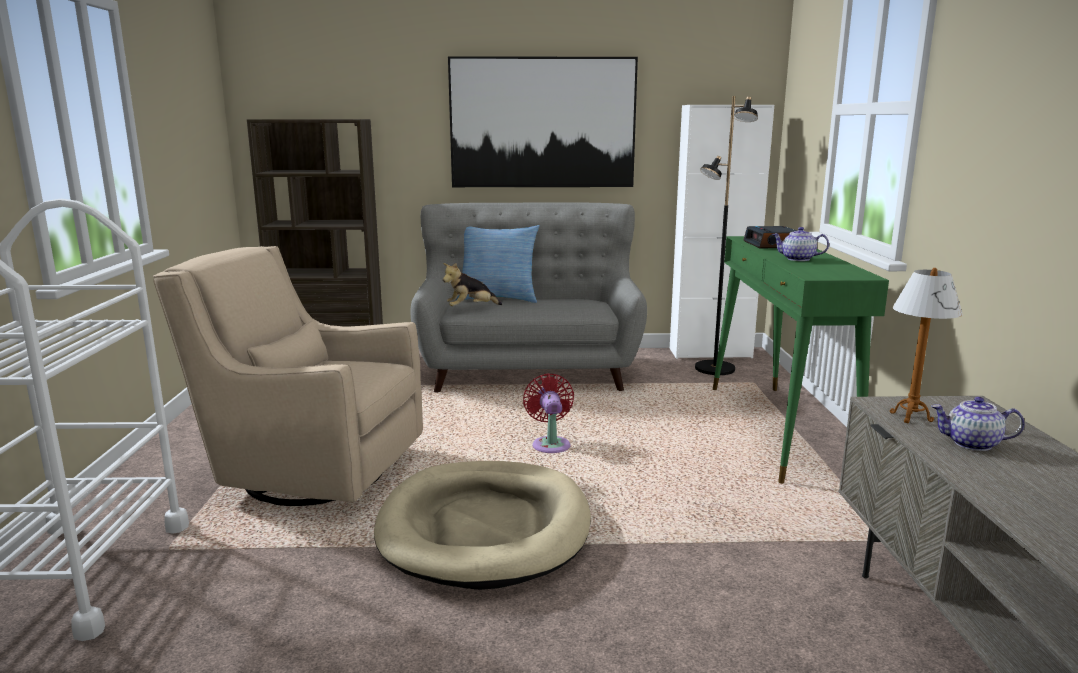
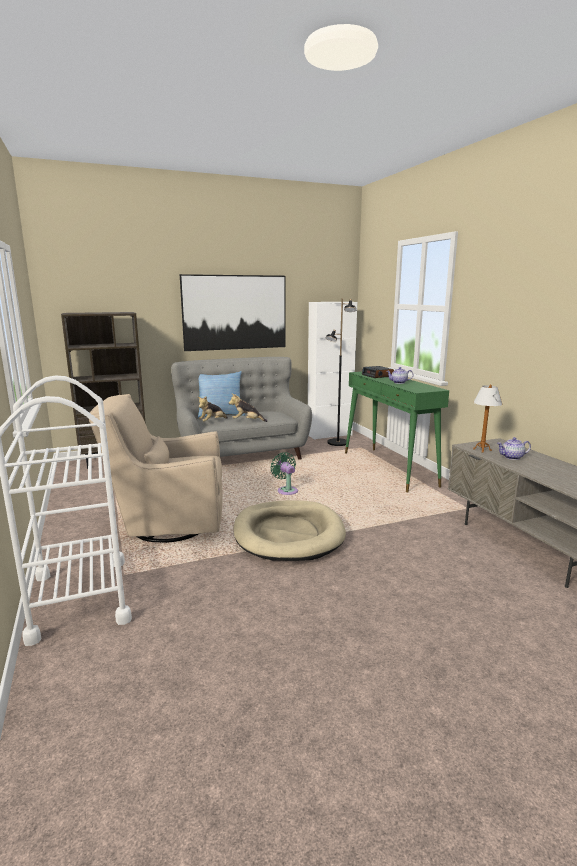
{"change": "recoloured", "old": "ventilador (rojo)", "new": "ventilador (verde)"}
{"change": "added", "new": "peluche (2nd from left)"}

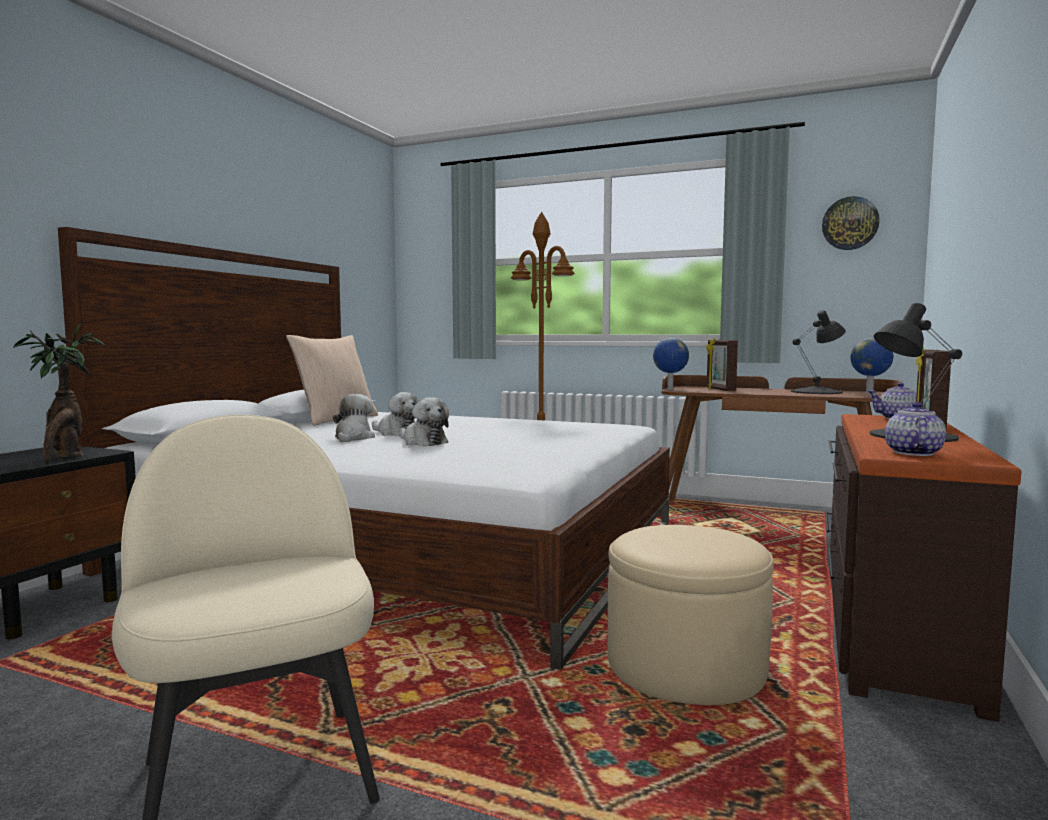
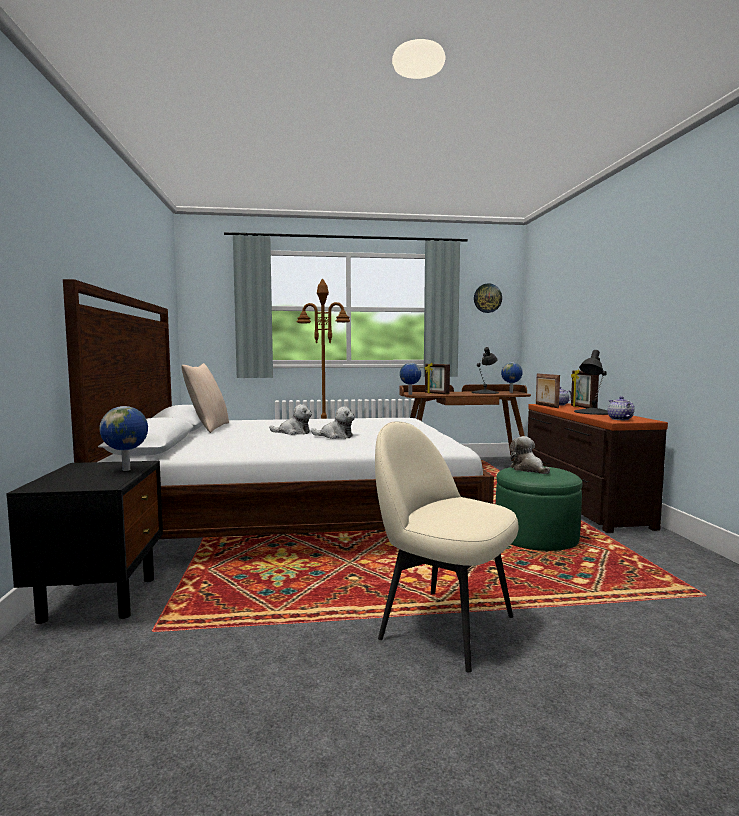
{"change": "replaced", "old": "planta en maceta", "new": "globo terráqueo (1st from left)"}
{"change": "moved", "old": "peluche (1st from left in the first image)", "new": "peluche (3rd from left)"}
{"change": "recoloured", "old": "puf (beis)", "new": "puf (verde)"}
{"change": "added", "new": "portarretratos (2nd from left)"}

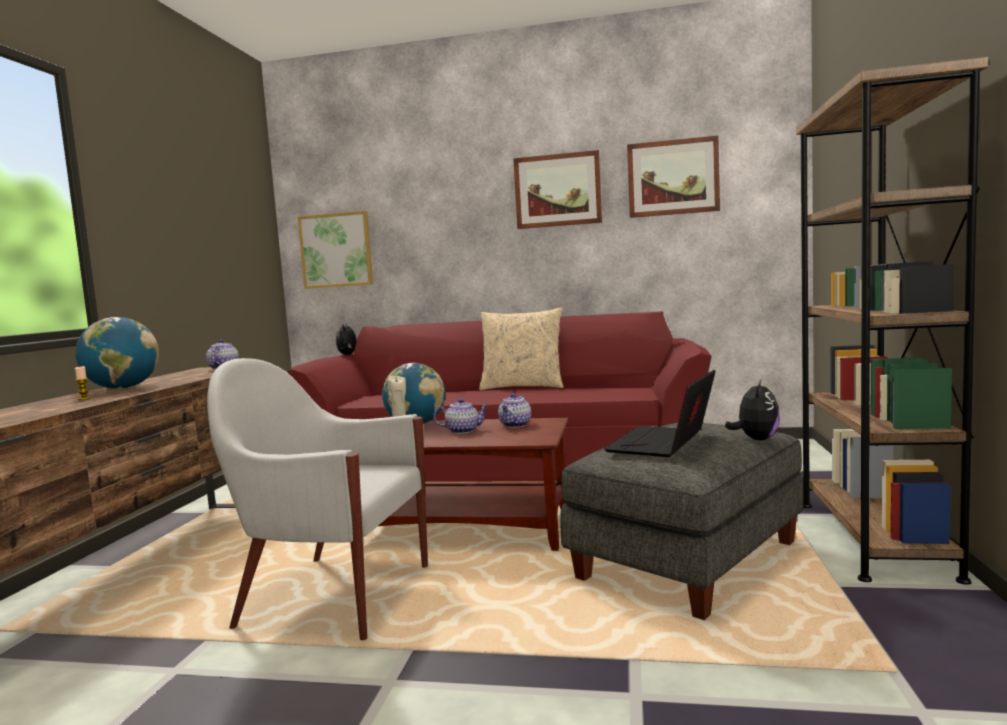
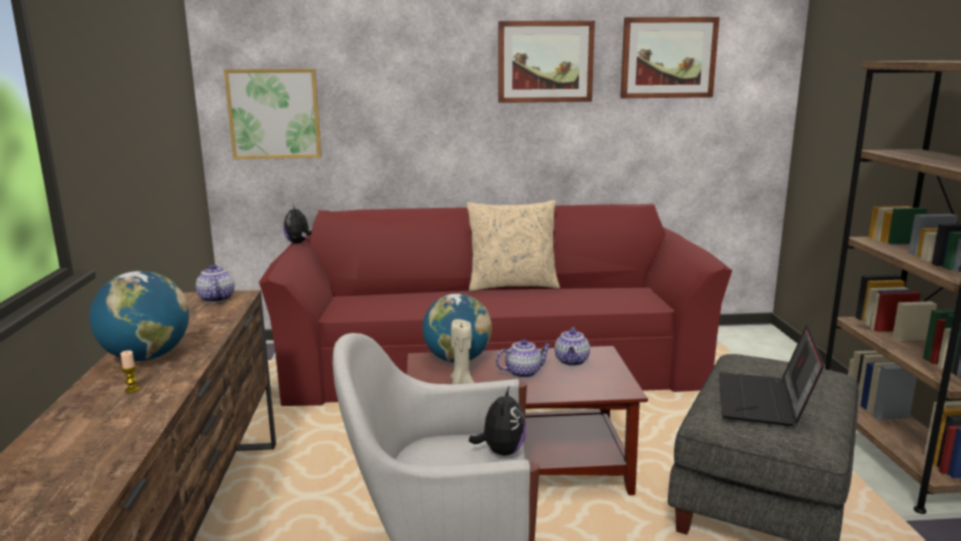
{"change": "moved", "old": "peluche (2nd from left)"}

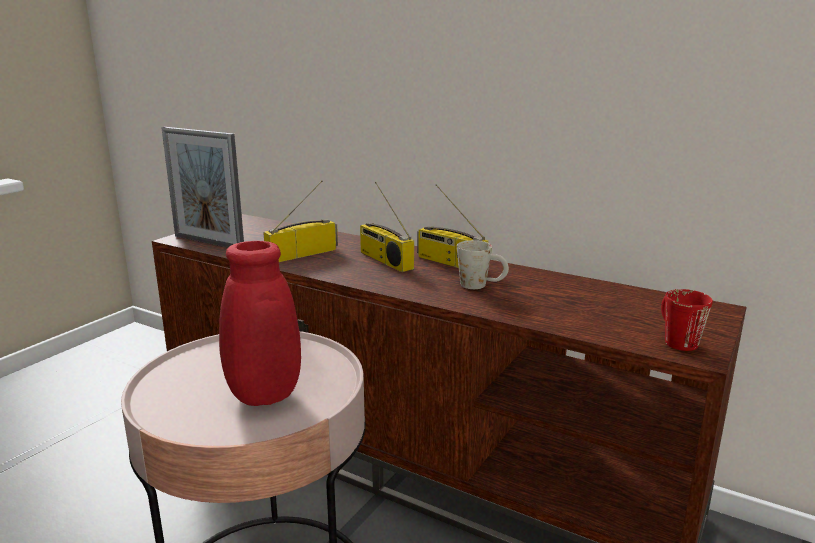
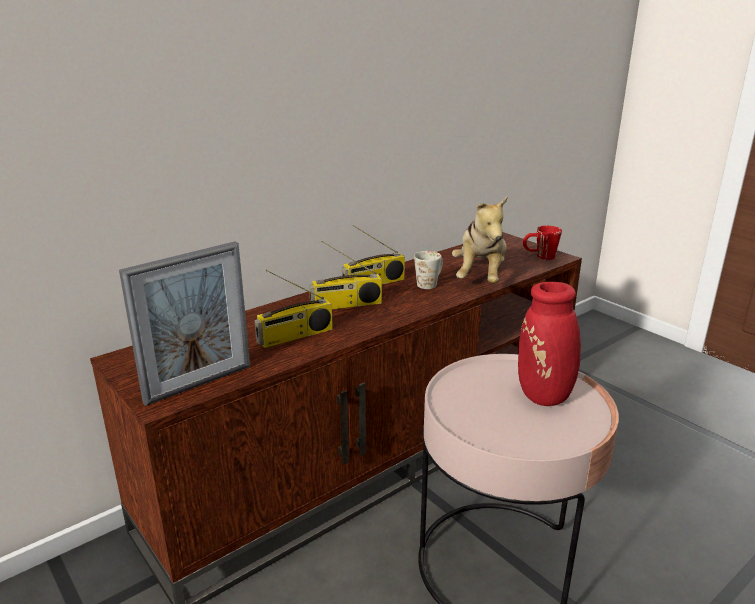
{"change": "turned", "old": "radio (1st from left)", "degrees": -105}
{"change": "added", "new": "peluche"}

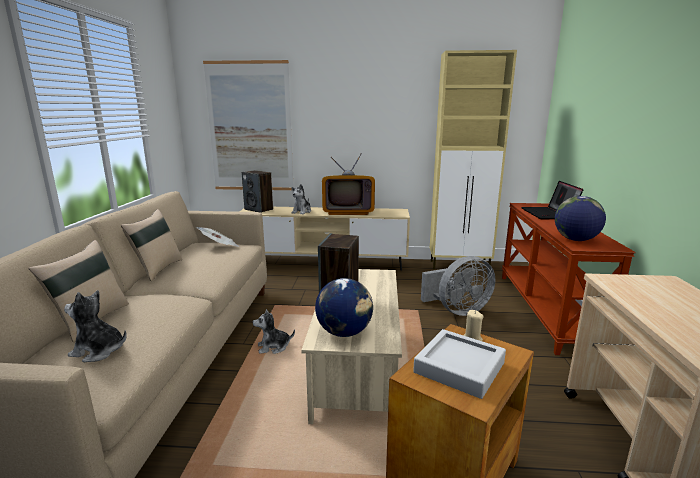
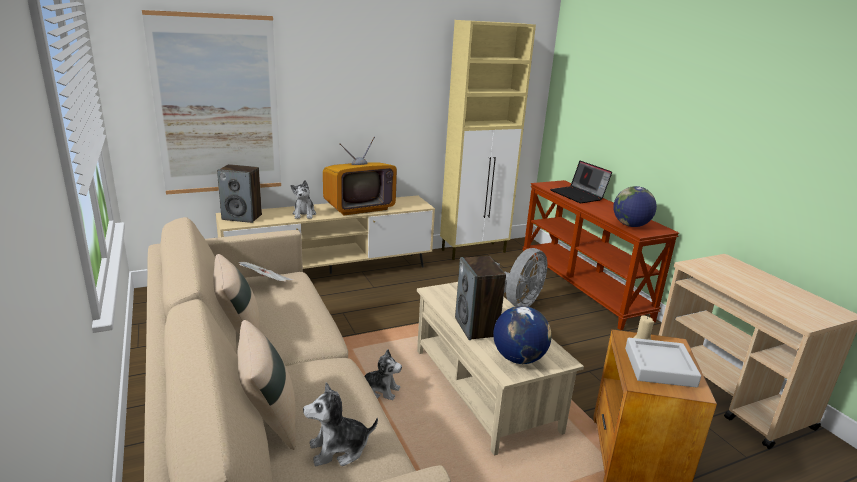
{"change": "turned", "old": "peluche (2nd from left in the first image)", "degrees": -120}

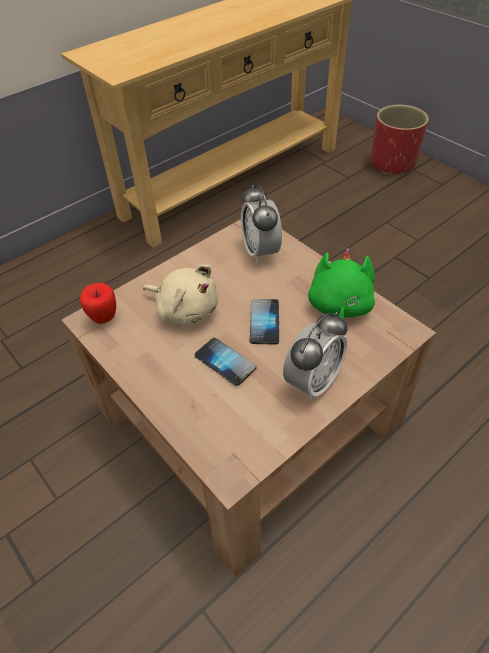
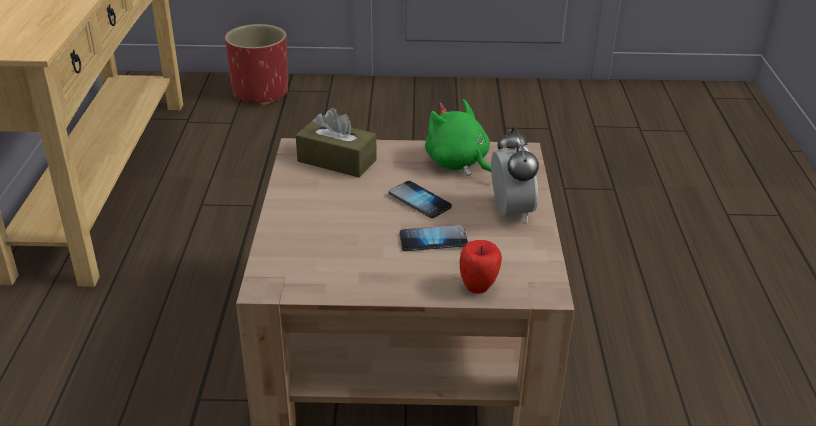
{"change": "moved", "old": "manzana"}
{"change": "removed", "old": "peluche (beis)"}
{"change": "replaced", "old": "despertador (1st from left)", "new": "caja de pañuelos (marrón)"}

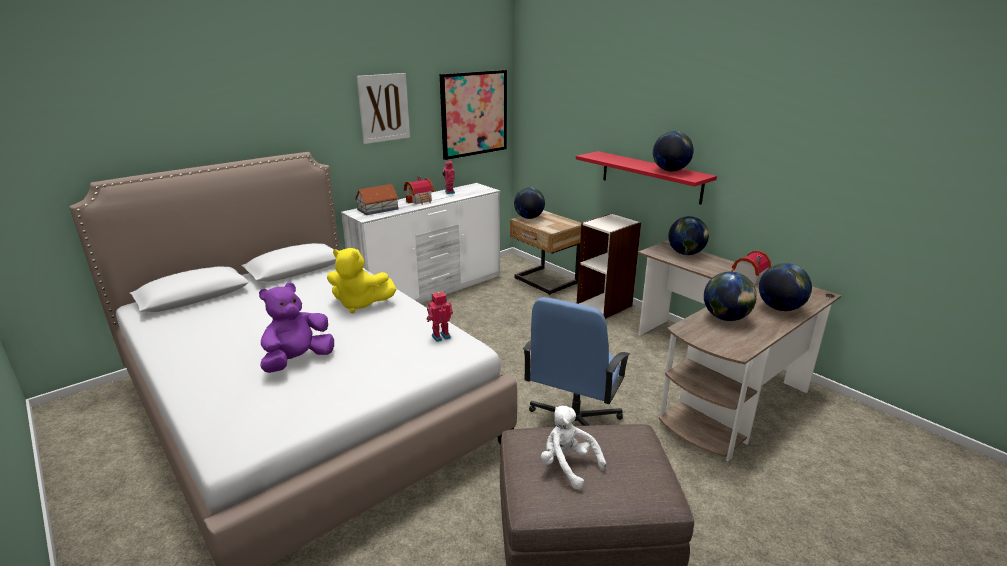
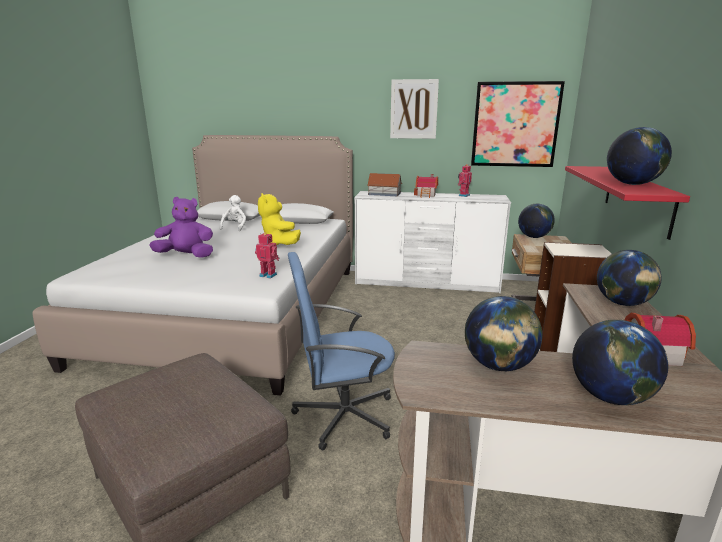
{"change": "moved", "old": "peluche (blanco)"}

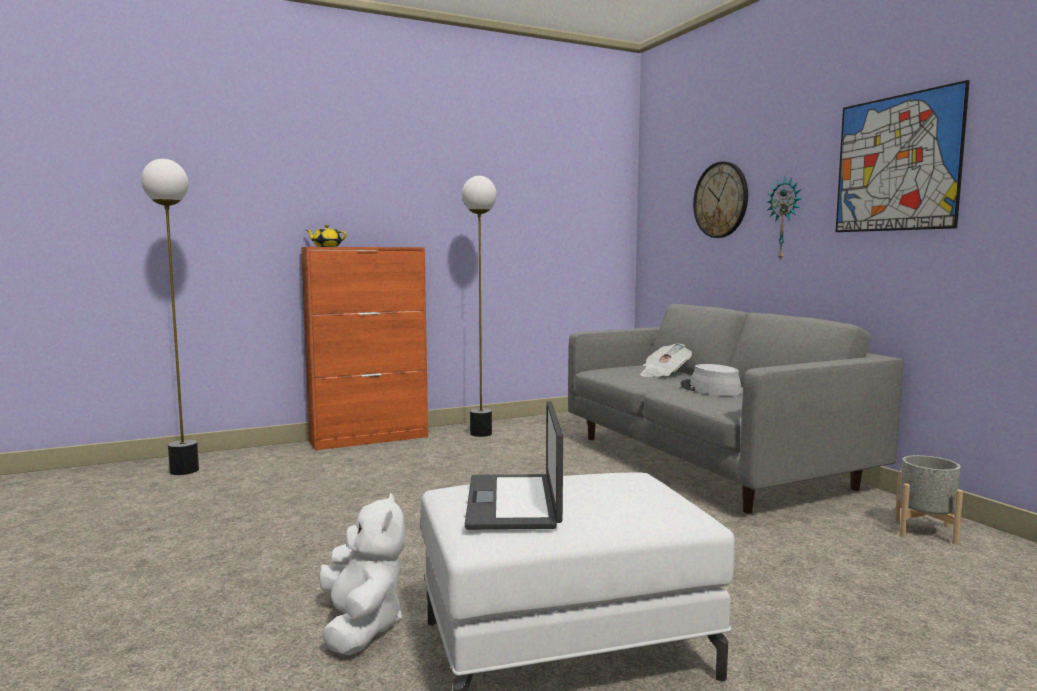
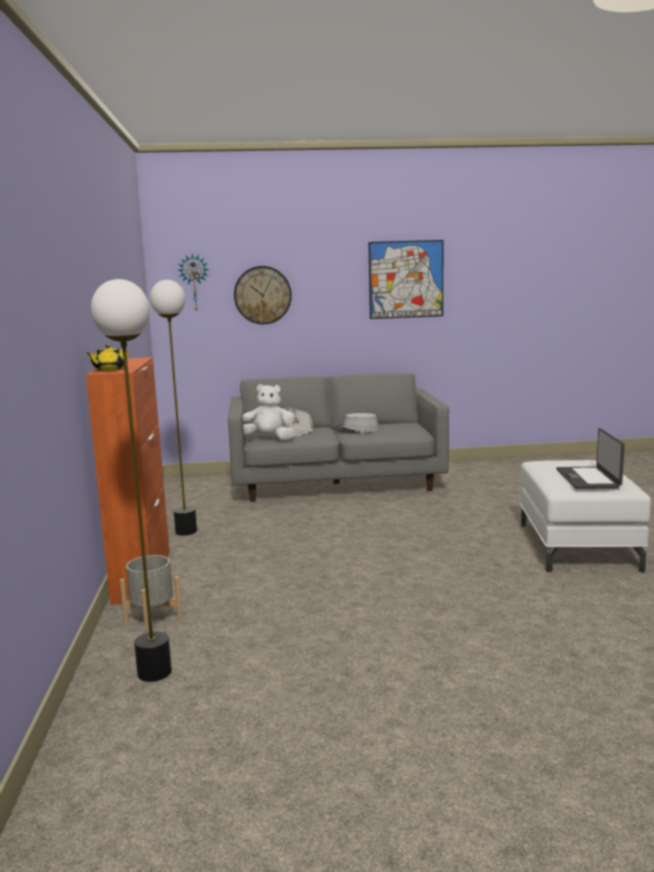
{"change": "moved", "old": "peluche (blanco)"}
{"change": "turned", "old": "portátil", "degrees": 75}
{"change": "moved", "old": "reloj de pared (2nd from left in the first image)", "new": "reloj de pared (1st from left)"}
{"change": "moved", "old": "maceta (gris)"}

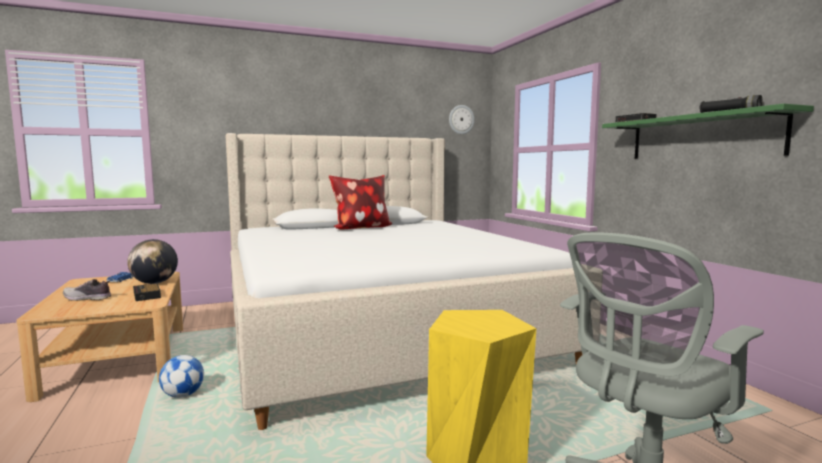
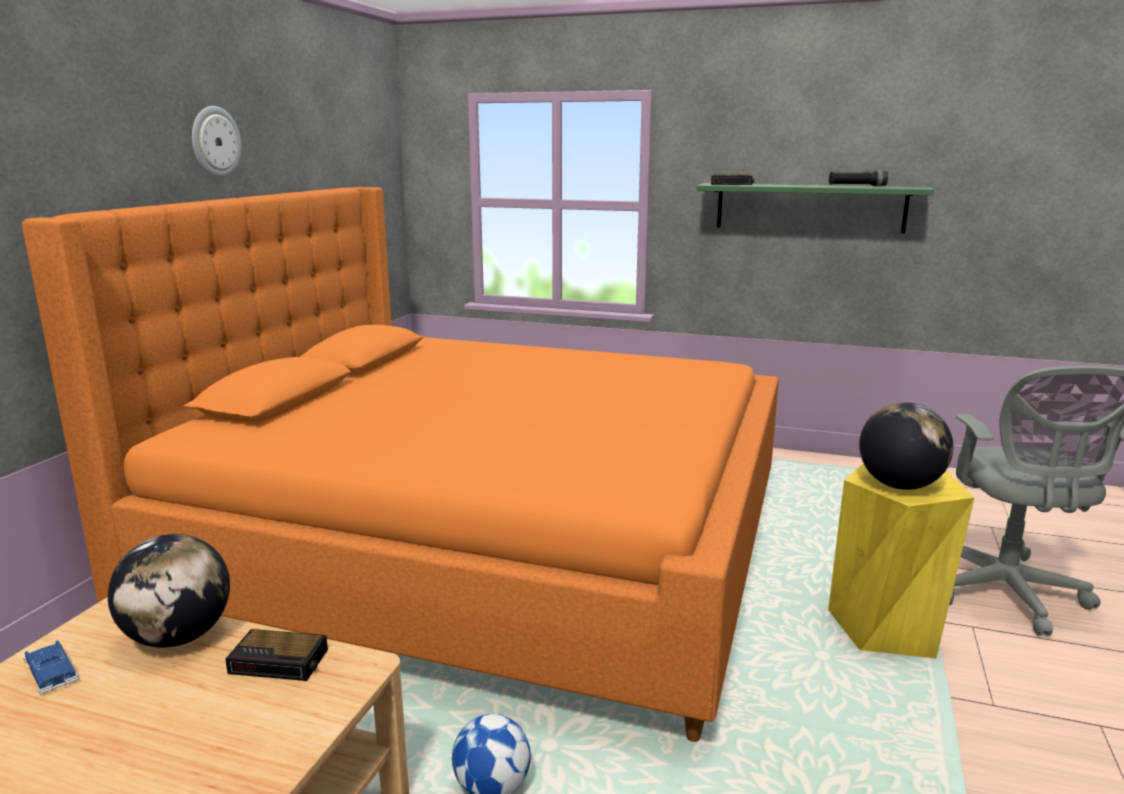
{"change": "removed", "old": "zapato"}
{"change": "recoloured", "old": "cama (beis)", "new": "cama (naranja)"}
{"change": "removed", "old": "cojín"}
{"change": "moved", "old": "reloj de pared"}
{"change": "added", "new": "globo terráqueo (2nd from left)"}

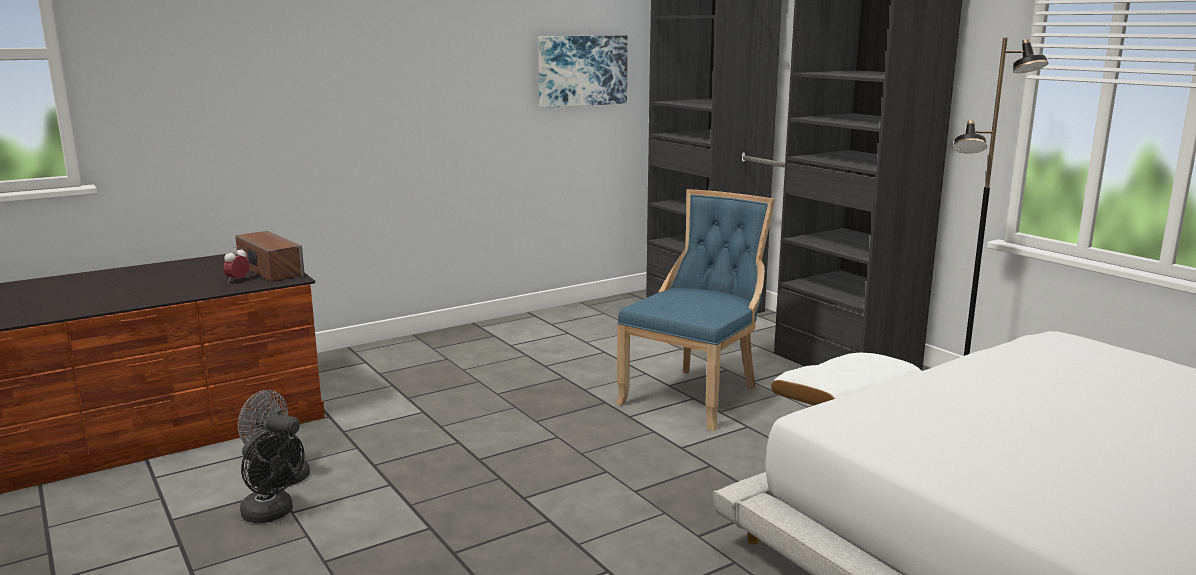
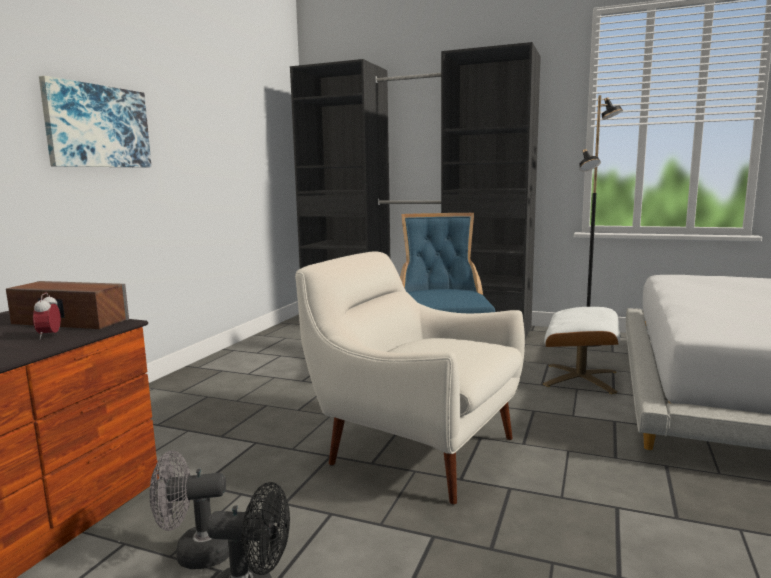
{"change": "moved", "old": "cuadro"}
{"change": "added", "new": "sillón (blanco)"}

